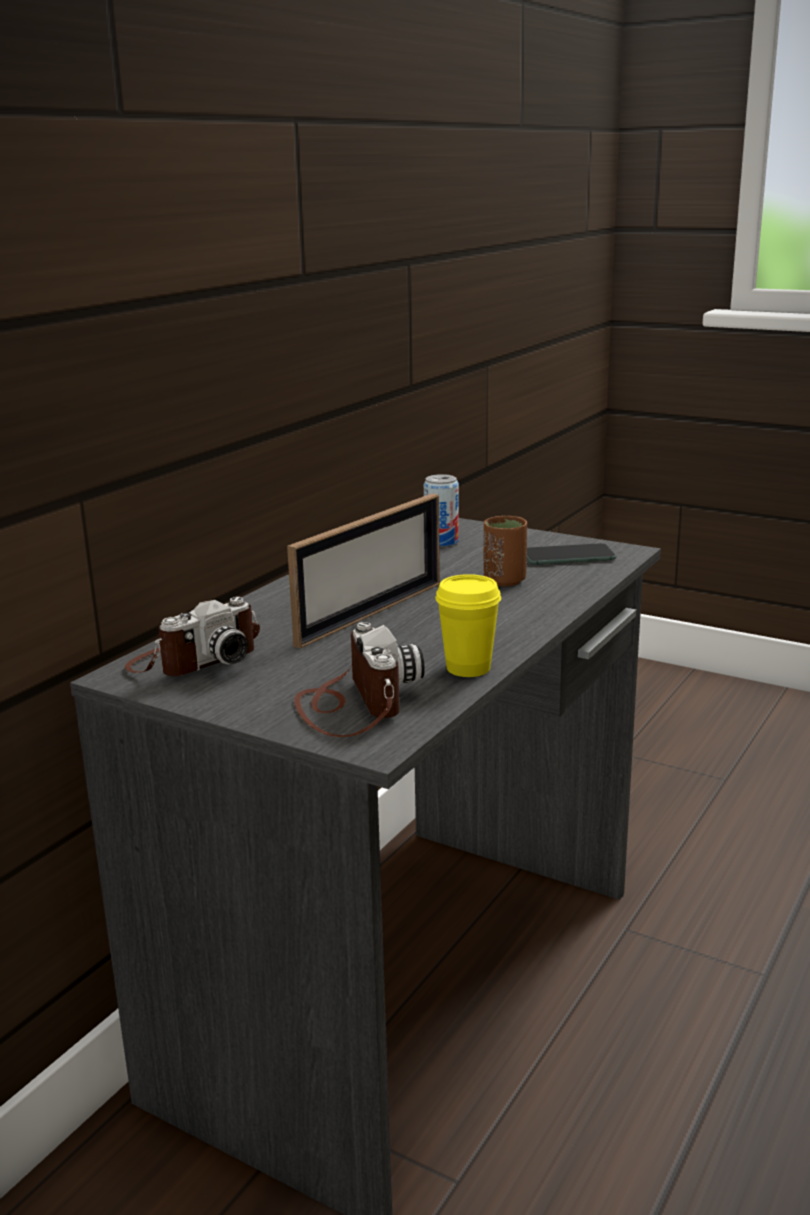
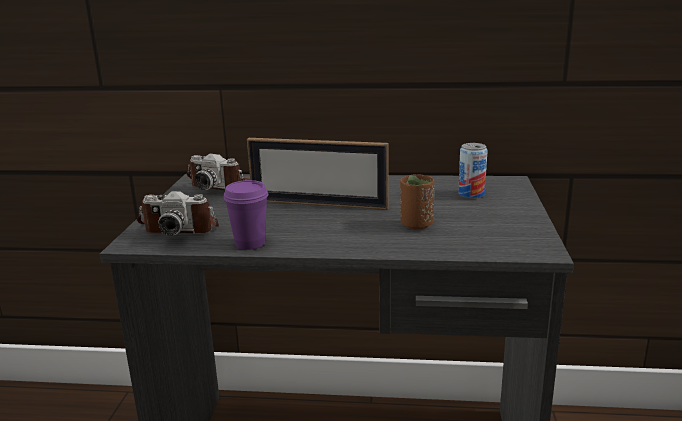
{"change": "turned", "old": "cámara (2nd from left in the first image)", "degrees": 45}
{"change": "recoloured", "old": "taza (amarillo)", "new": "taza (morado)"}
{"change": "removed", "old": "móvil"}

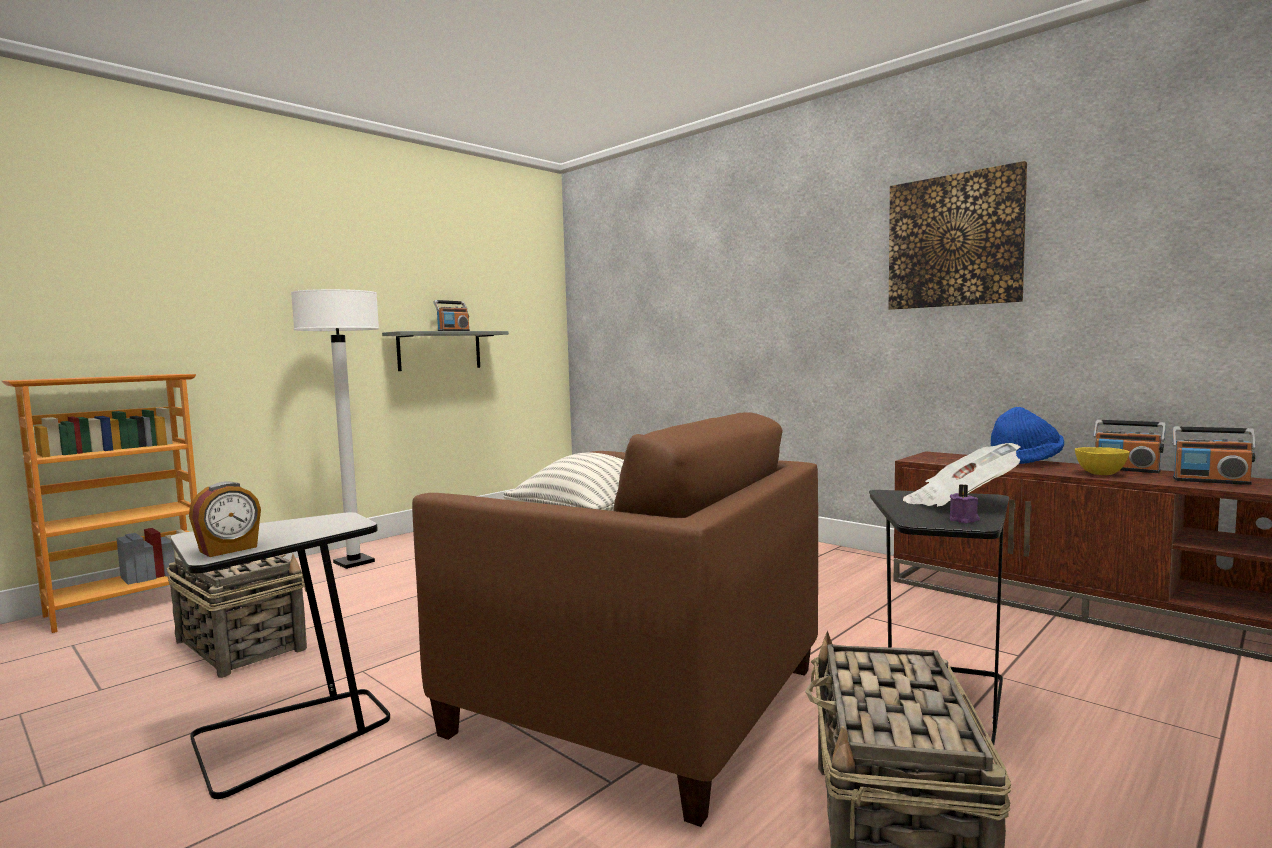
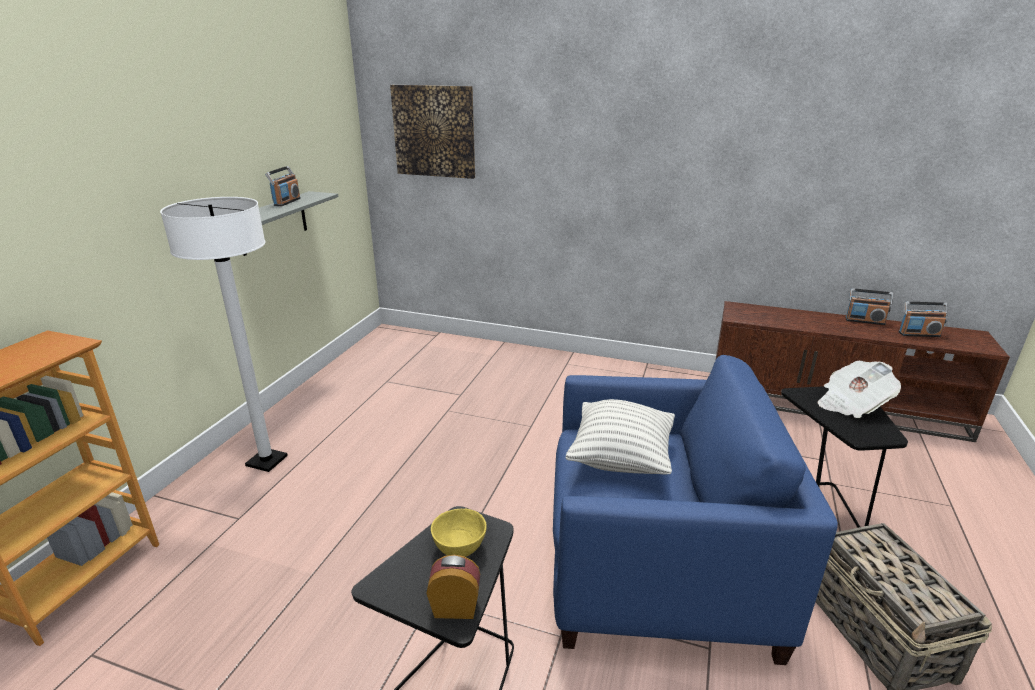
{"change": "removed", "old": "cesta (1st from left)"}
{"change": "turned", "old": "despertador", "degrees": -105}
{"change": "recoloured", "old": "sillón (marrón)", "new": "sillón (azul)"}
{"change": "moved", "old": "cuadro"}
{"change": "removed", "old": "vela (morado)"}
{"change": "removed", "old": "sombrero (azul)"}
{"change": "moved", "old": "cuenco (amarillo)"}

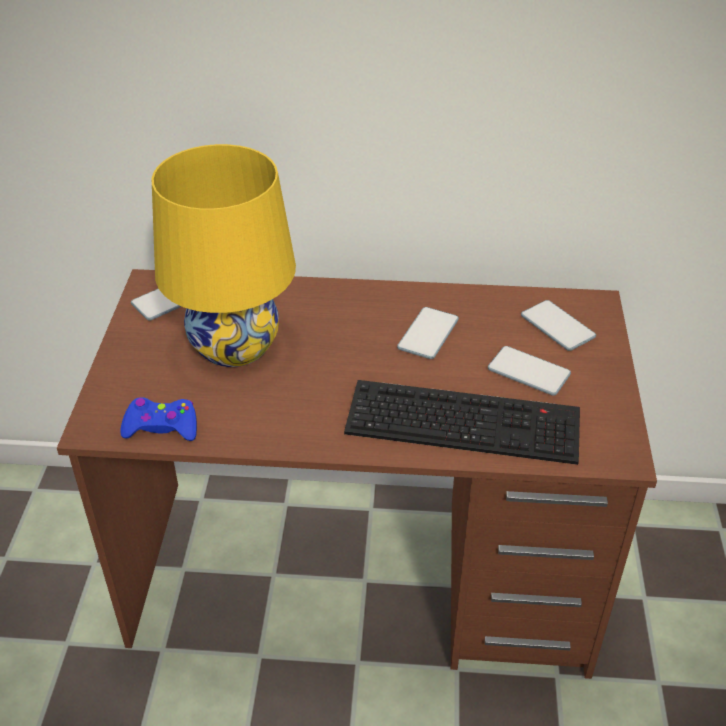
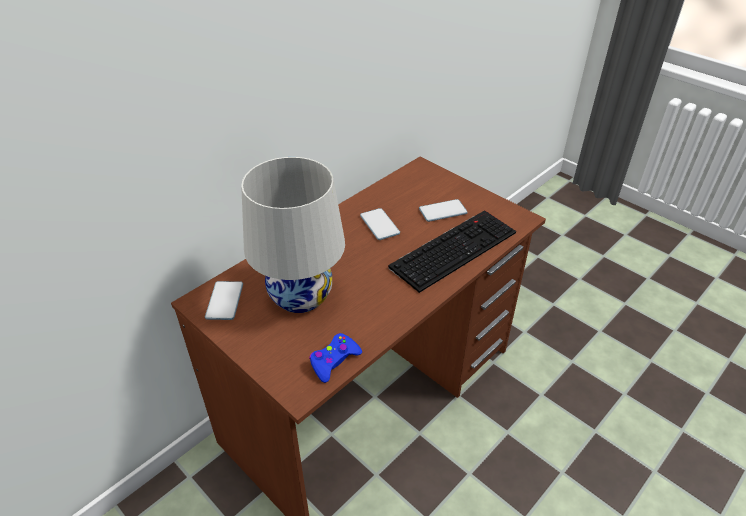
{"change": "recoloured", "old": "lámpara de mesa (amarillo)", "new": "lámpara de mesa (blanco)"}
{"change": "removed", "old": "móvil (4th from left)"}

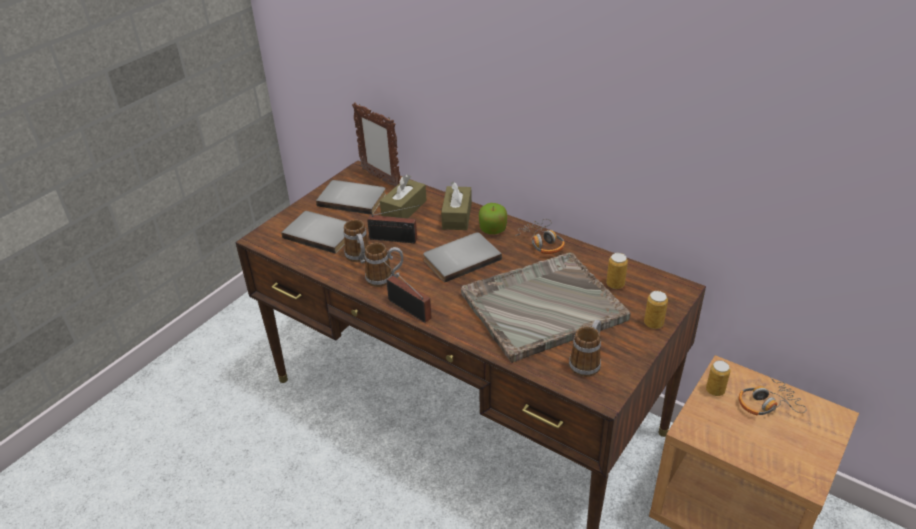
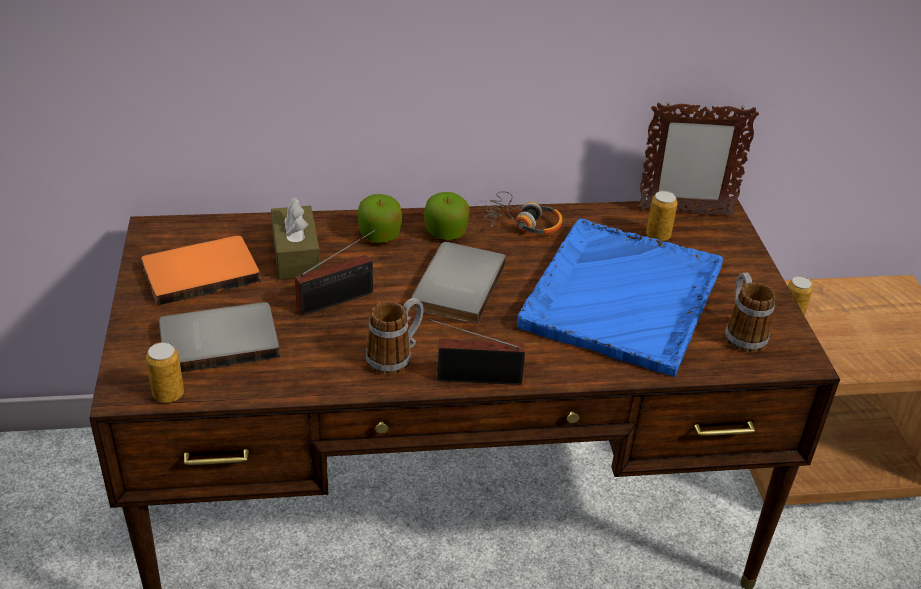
{"change": "recoloured", "old": "libro (gris) (2nd from left)", "new": "libro (naranja)"}
{"change": "removed", "old": "taza grande (1st from left)"}
{"change": "moved", "old": "portarretratos"}
{"change": "replaced", "old": "caja de pañuelos (marrón) (2nd from left)", "new": "manzana (1st from left)"}
{"change": "recoloured", "old": "bandeja (gris)", "new": "bandeja (azul)"}
{"change": "moved", "old": "lata (2nd from left in the first image)", "new": "lata (1st from left)"}
{"change": "removed", "old": "auriculares (2nd from left)"}

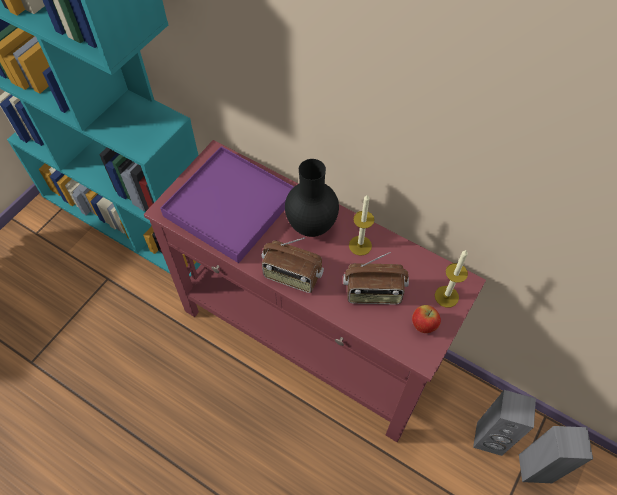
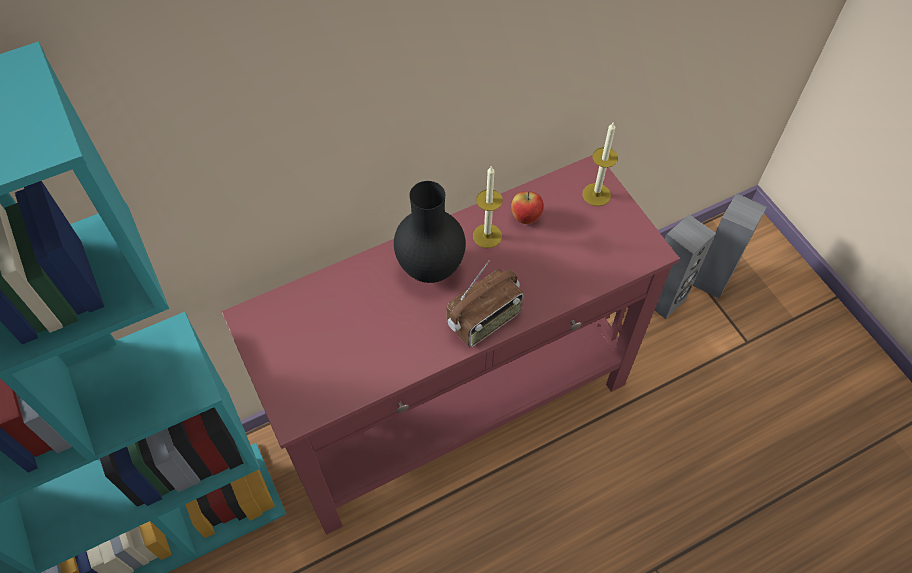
{"change": "removed", "old": "bandeja (morado)"}
{"change": "removed", "old": "radio (2nd from left)"}
{"change": "moved", "old": "manzana"}

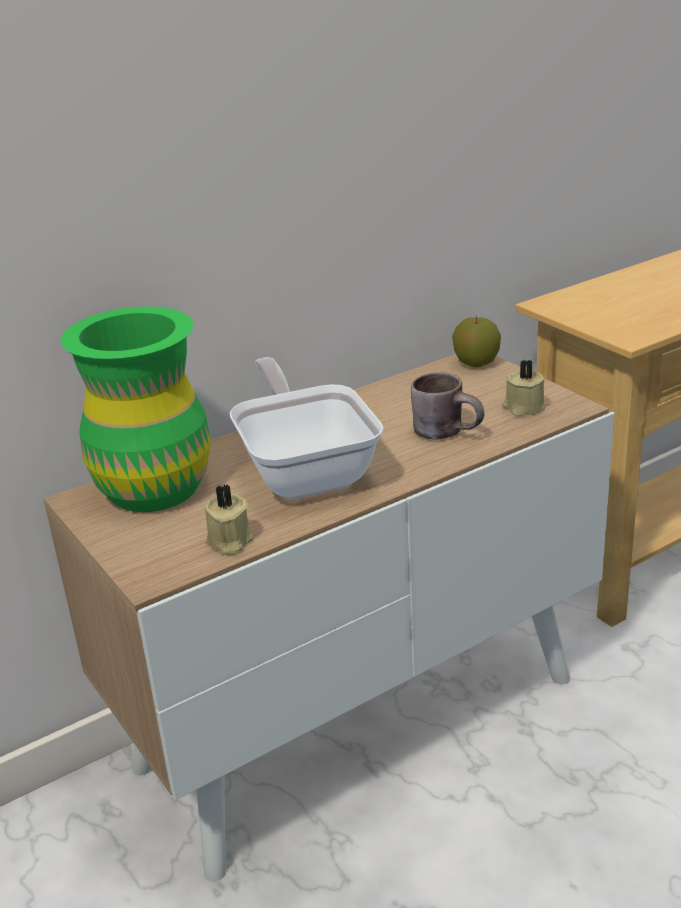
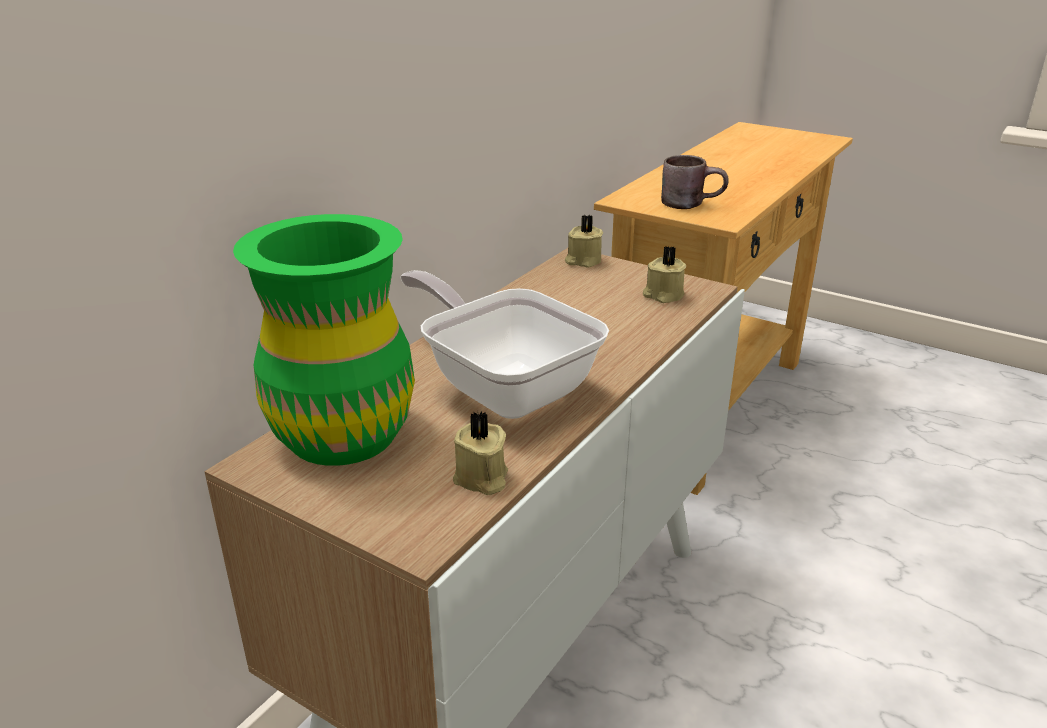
{"change": "moved", "old": "taza grande (marrón)"}
{"change": "replaced", "old": "manzana", "new": "vela (beis) (2nd from left)"}

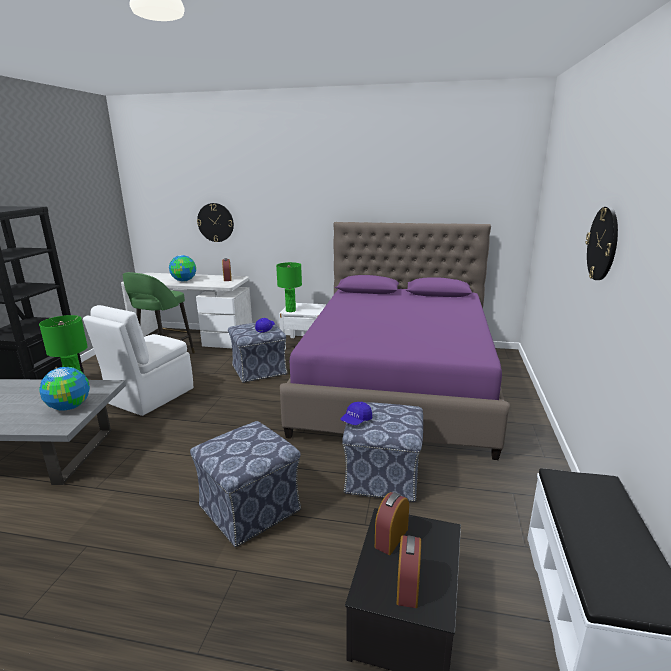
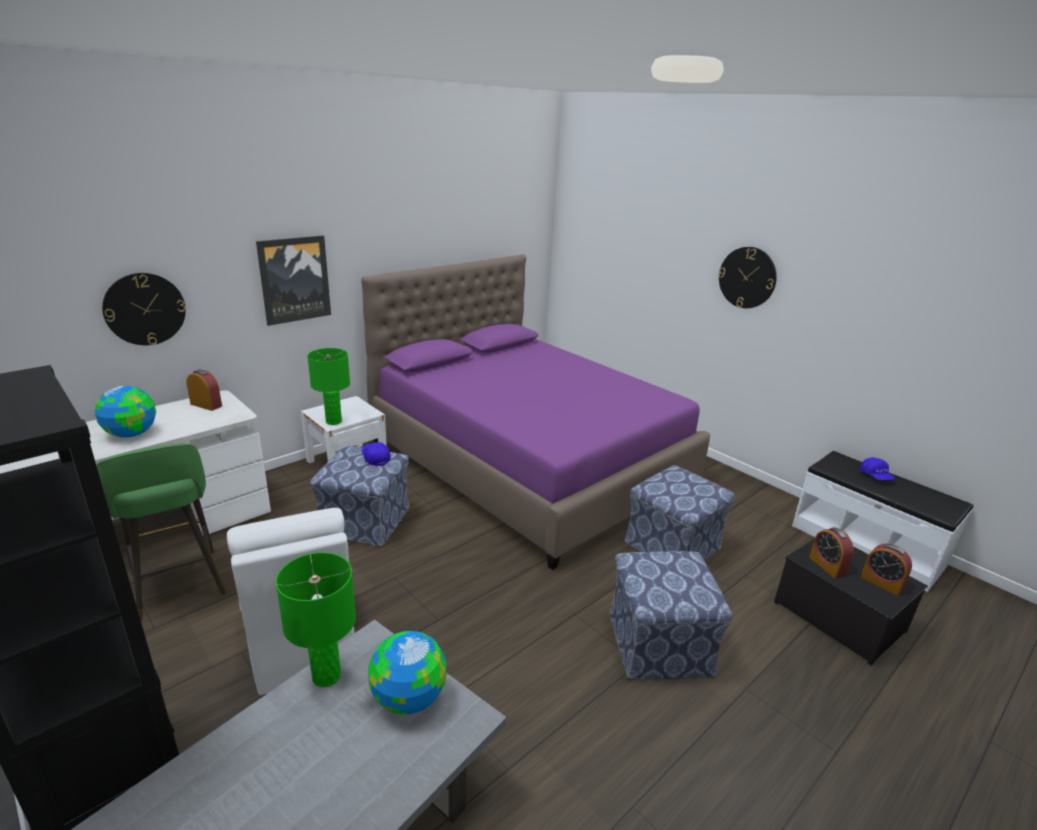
{"change": "moved", "old": "gorra (azul) (2nd from left)"}
{"change": "added", "new": "cuadro"}

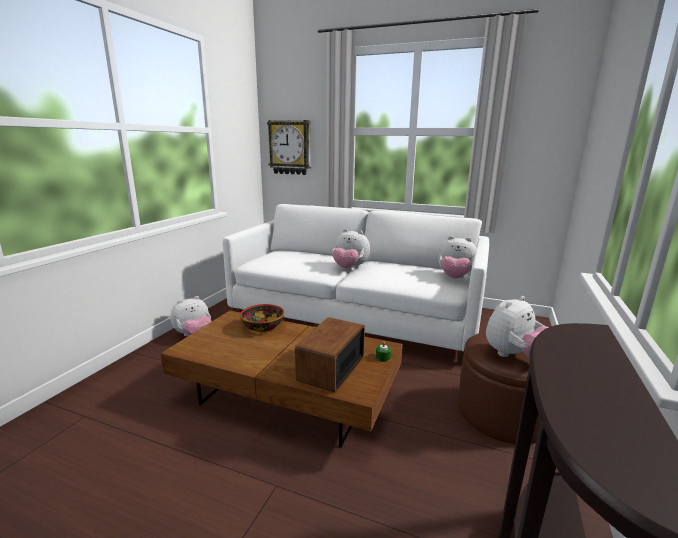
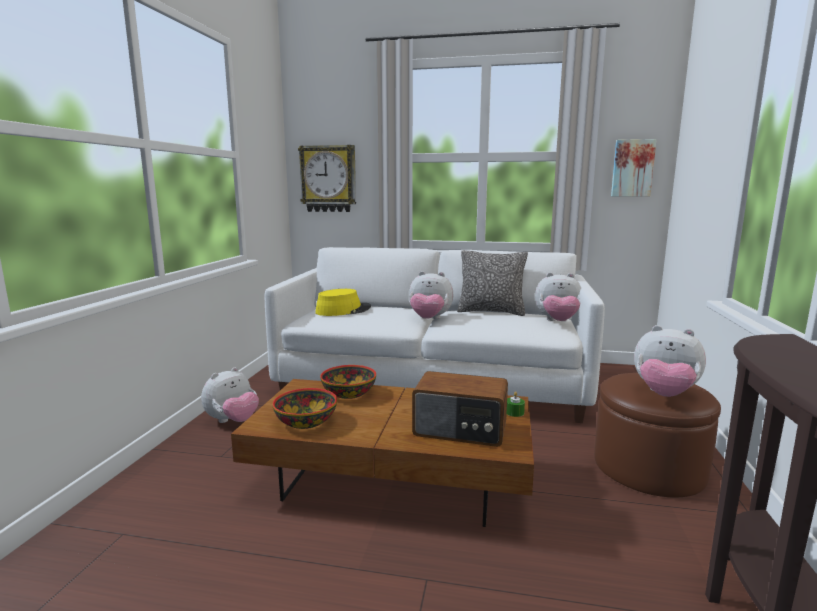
{"change": "turned", "old": "radio", "degrees": -90}
{"change": "turned", "old": "peluche (4th from left)", "degrees": 75}
{"change": "added", "new": "cuenco (1st from left)"}
{"change": "added", "new": "sombrero (amarillo)"}
{"change": "added", "new": "cojín"}
{"change": "added", "new": "cuadro"}

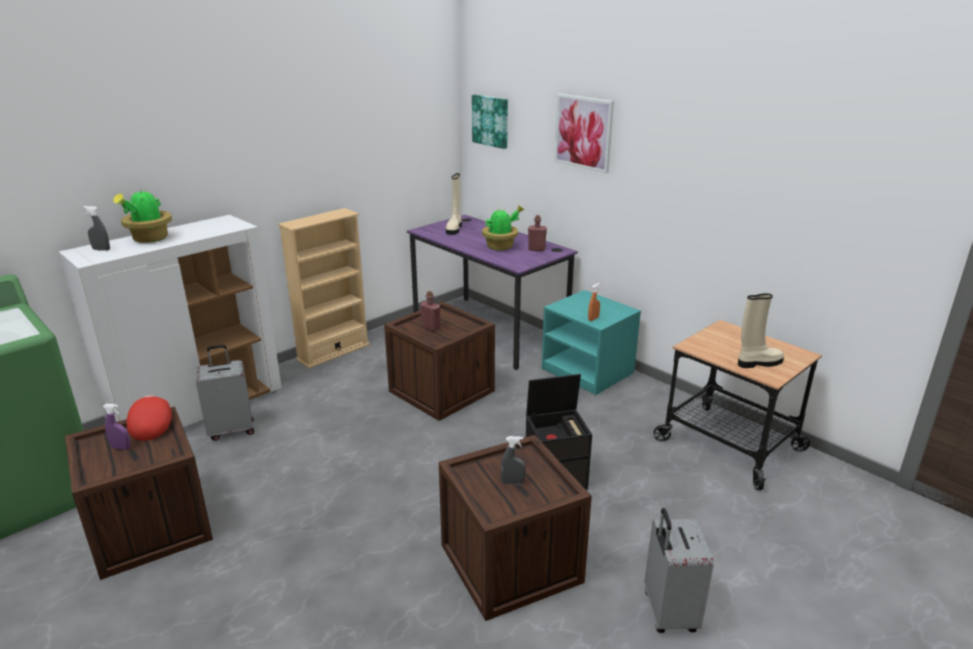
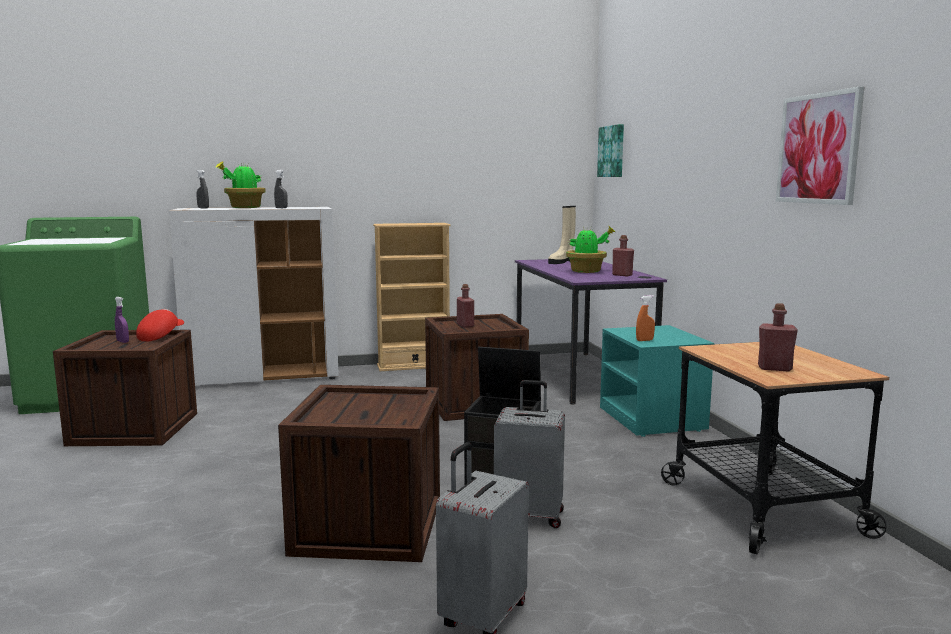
{"change": "moved", "old": "maleta (gris) (1st from left in the first image)", "new": "maleta (gris) (2nd from left)"}
{"change": "moved", "old": "pulverizador (gris) (2nd from left)"}
{"change": "moved", "old": "cuadro (2nd from left)"}
{"change": "replaced", "old": "bota (beis) (2nd from left)", "new": "botella (rojo) (3rd from left)"}

